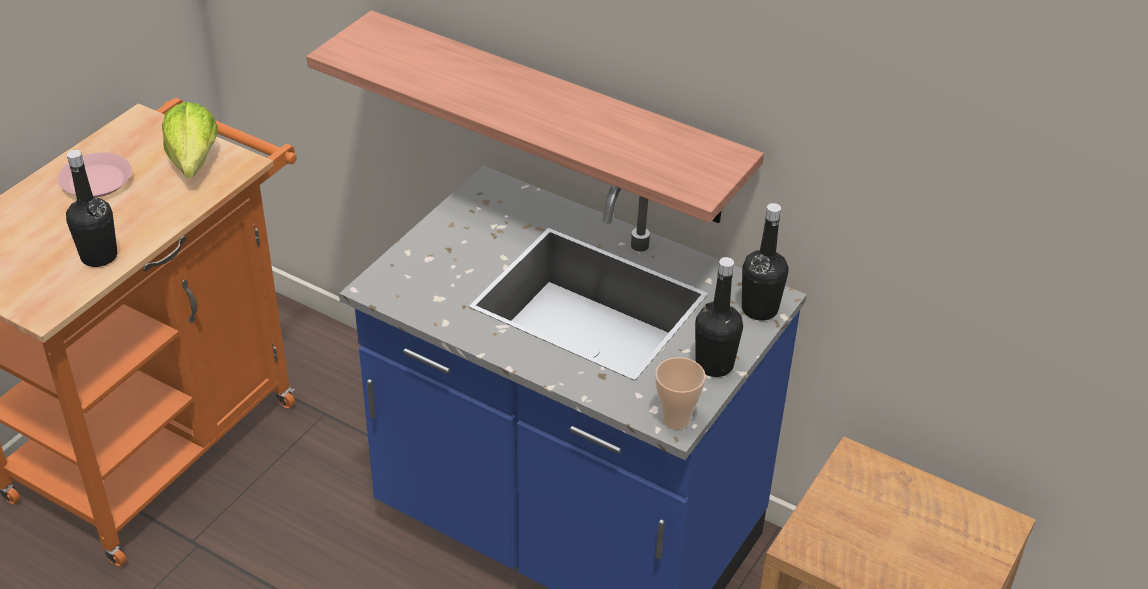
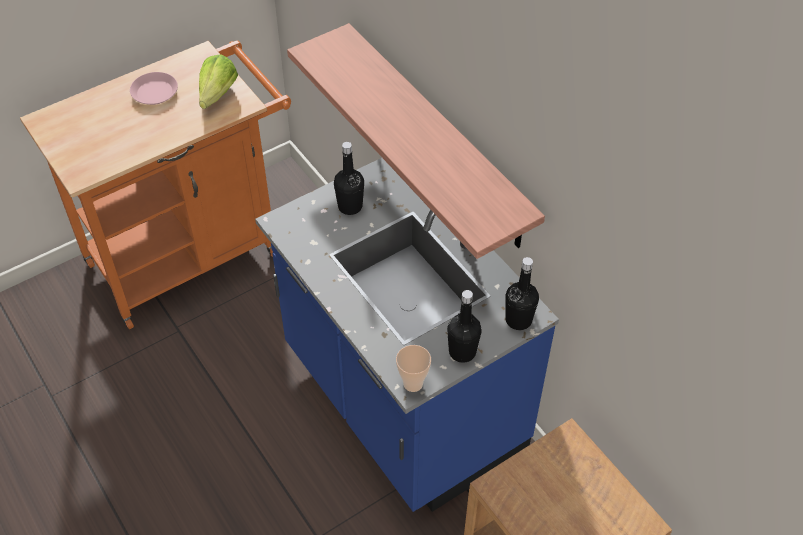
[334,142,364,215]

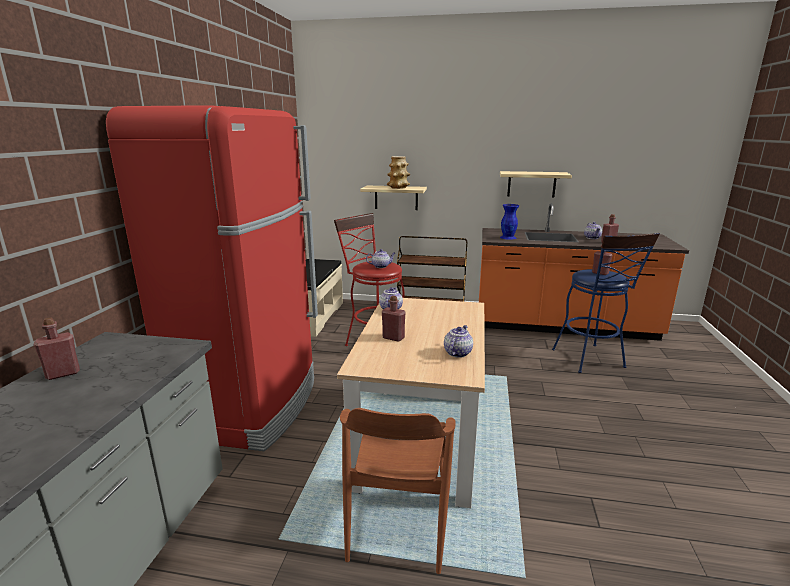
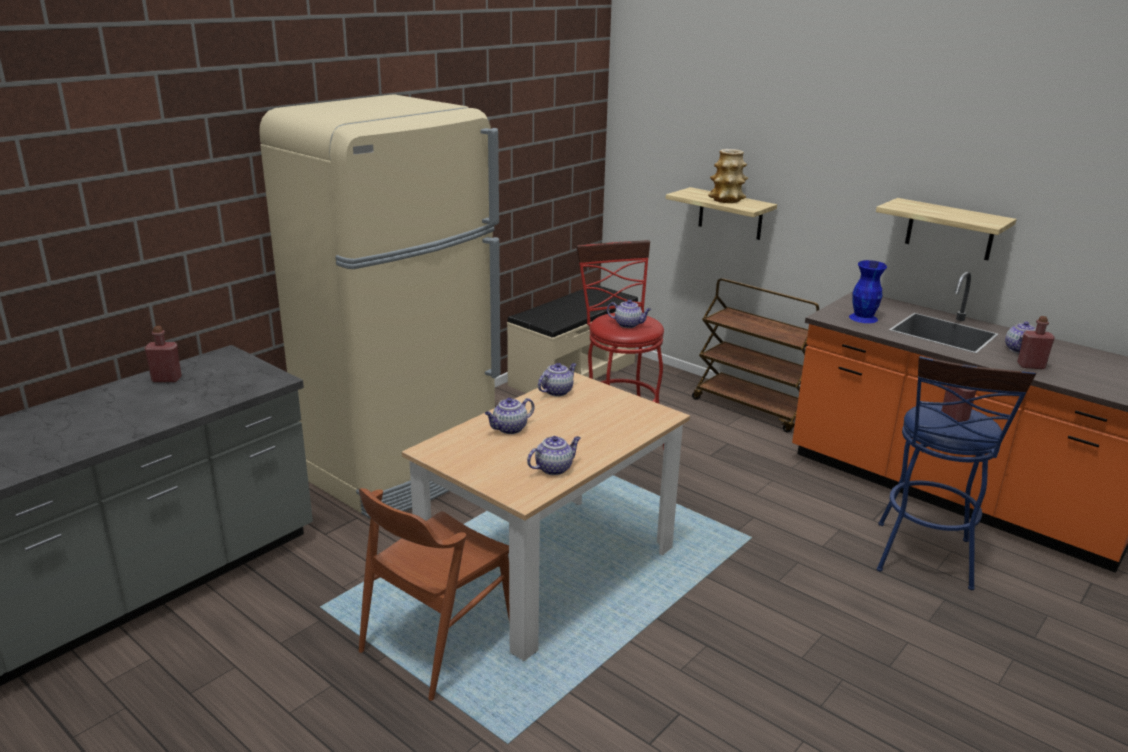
[259,94,501,519]
[485,398,534,434]

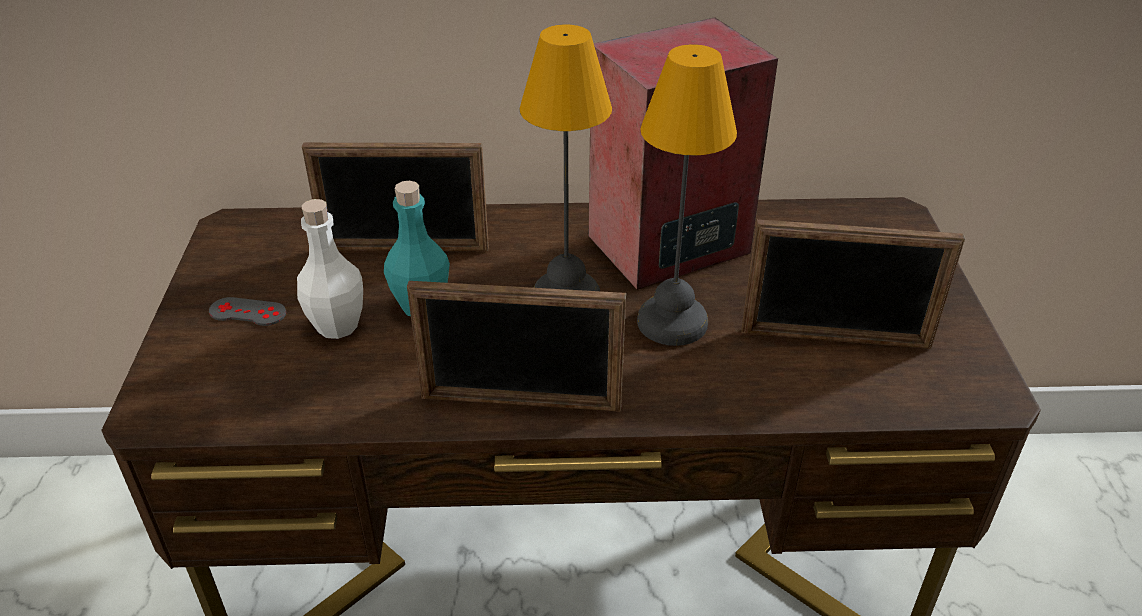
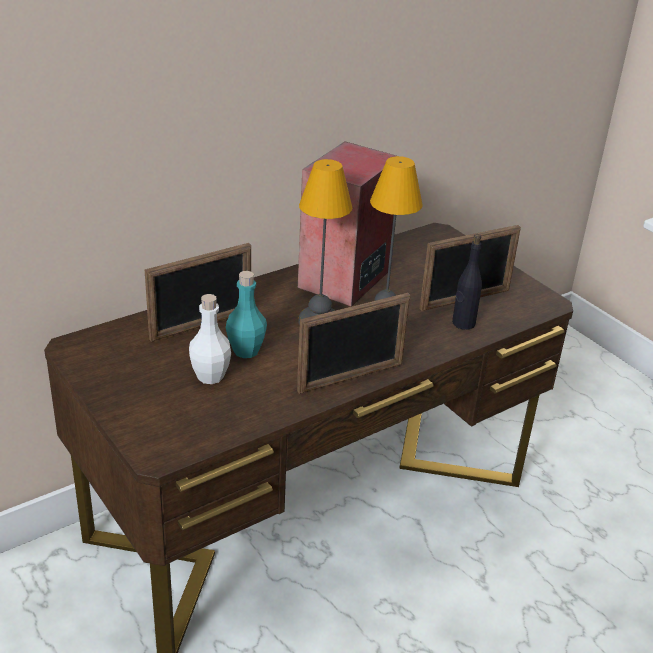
[452,234,482,330]
[209,297,286,326] (first image)

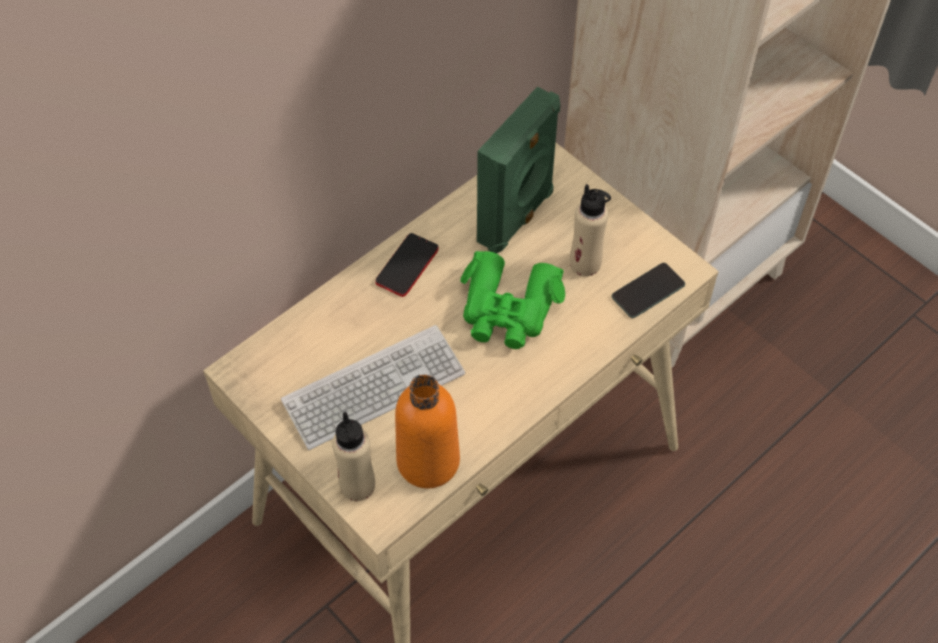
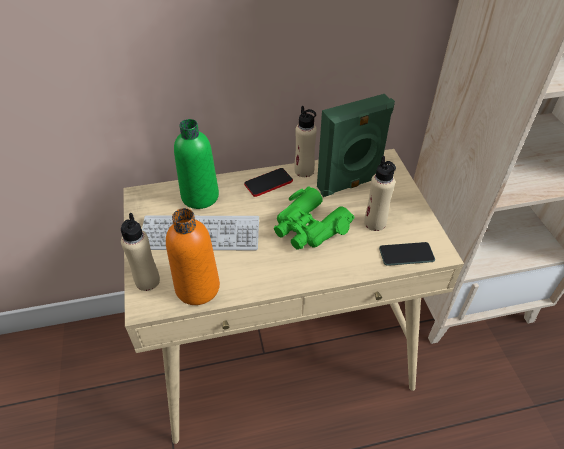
[174,119,219,209]
[294,106,317,177]

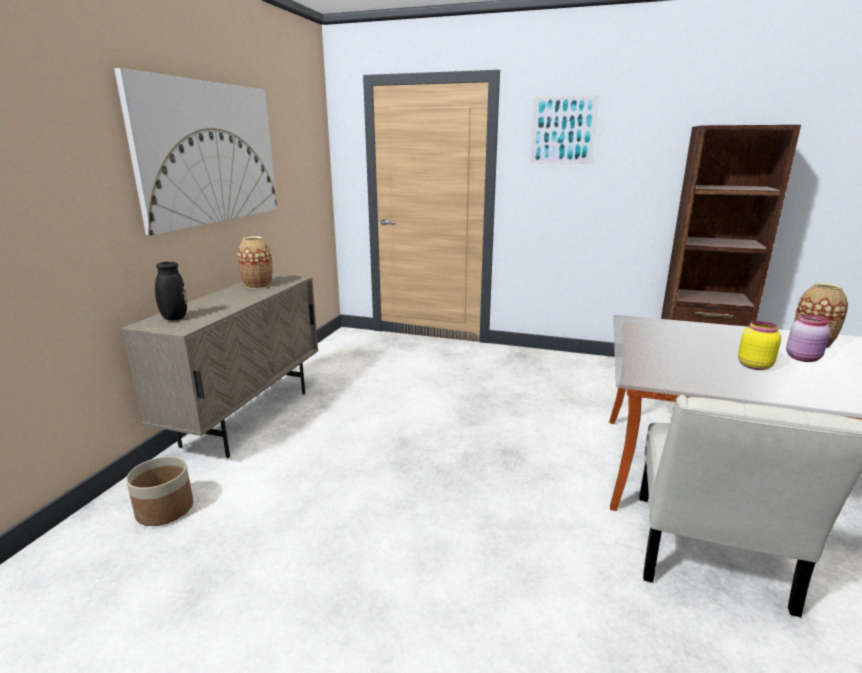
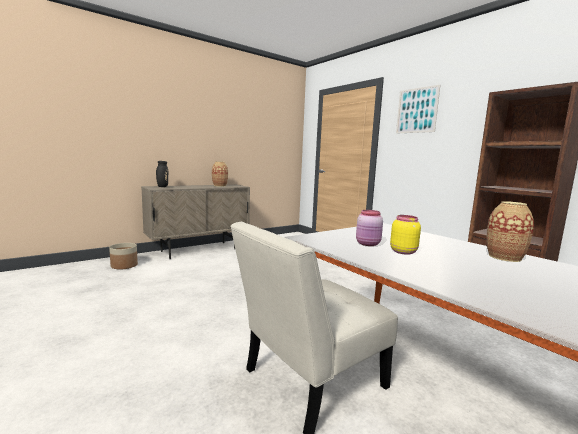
[356,210,383,246]
[114,68,277,235] (first image)

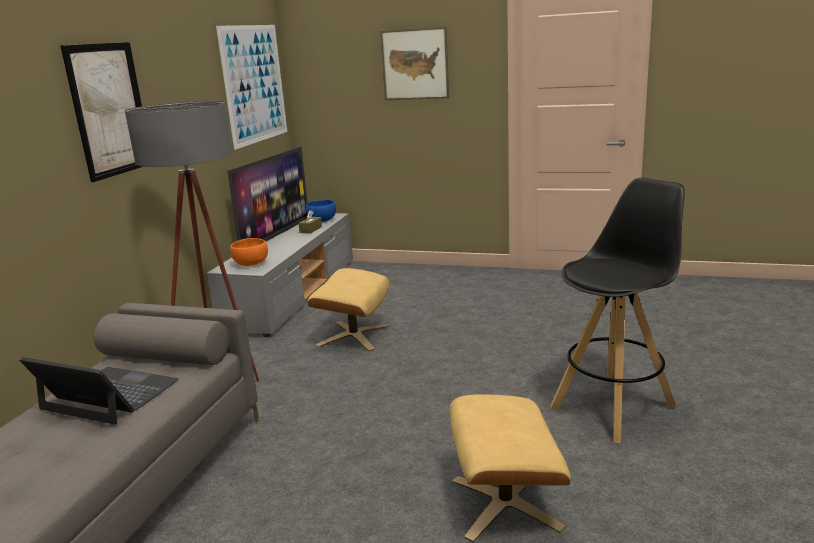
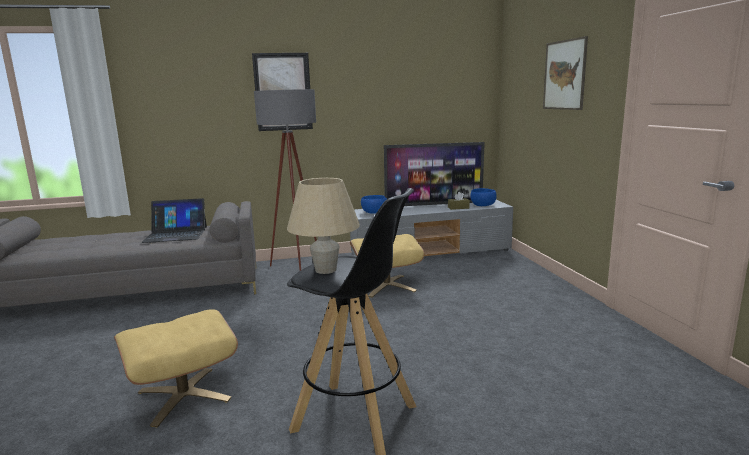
[141,198,207,243]
[287,178,360,274]
[361,195,387,214]
[216,25,287,150] (first image)

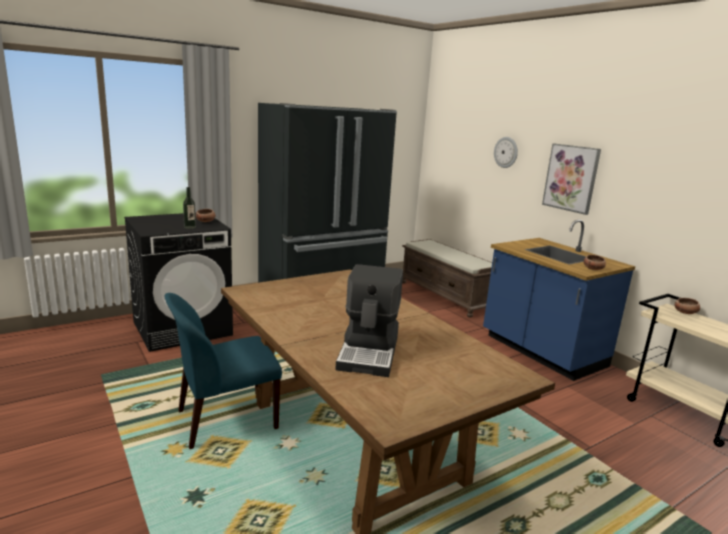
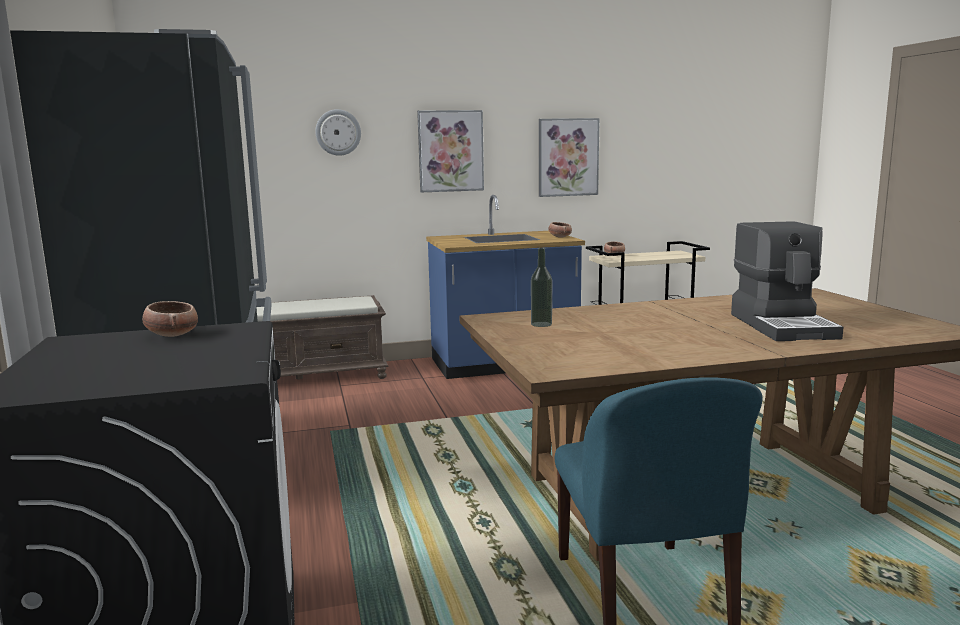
[531,248,552,327]
[539,118,600,197]
[731,221,844,341]

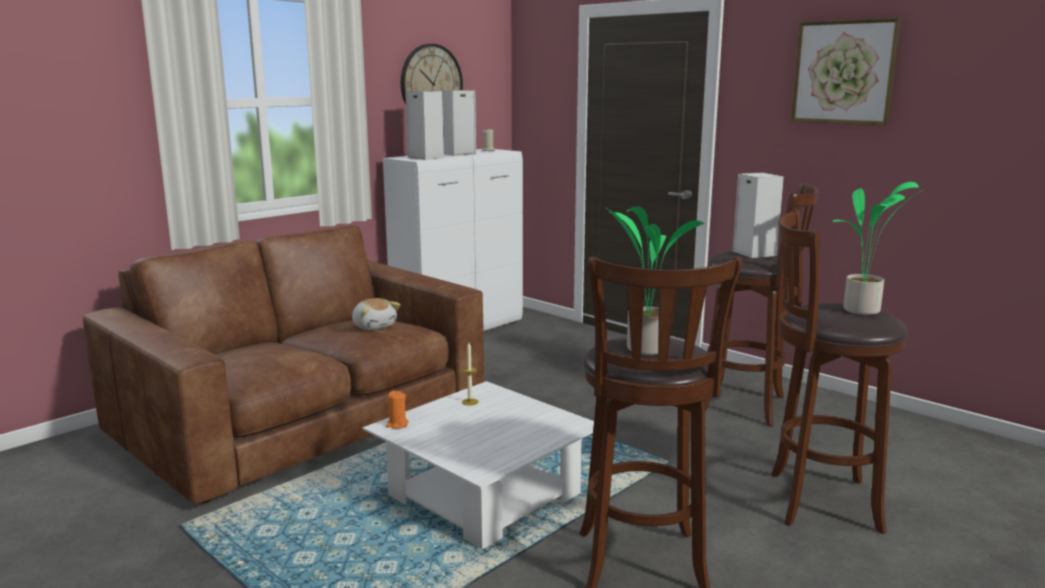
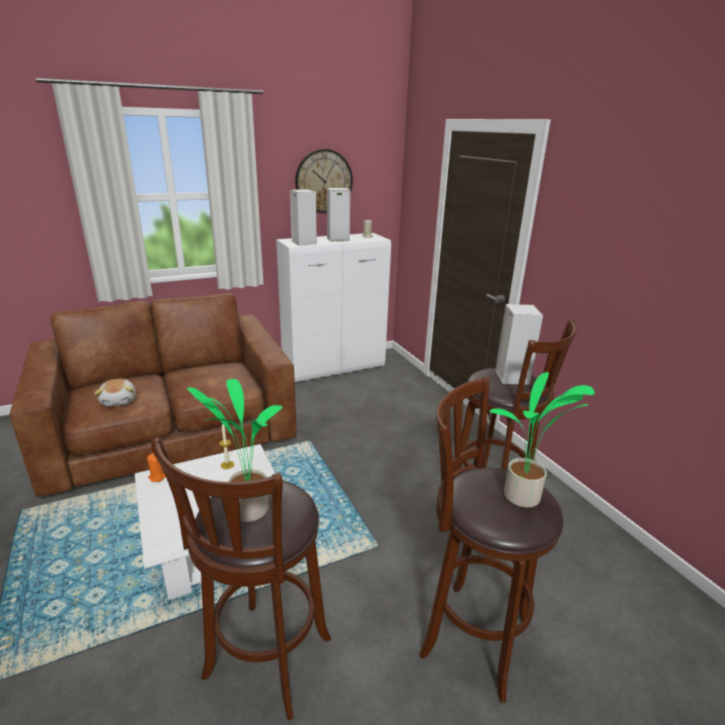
[94,379,136,407]
[791,18,901,125] (first image)

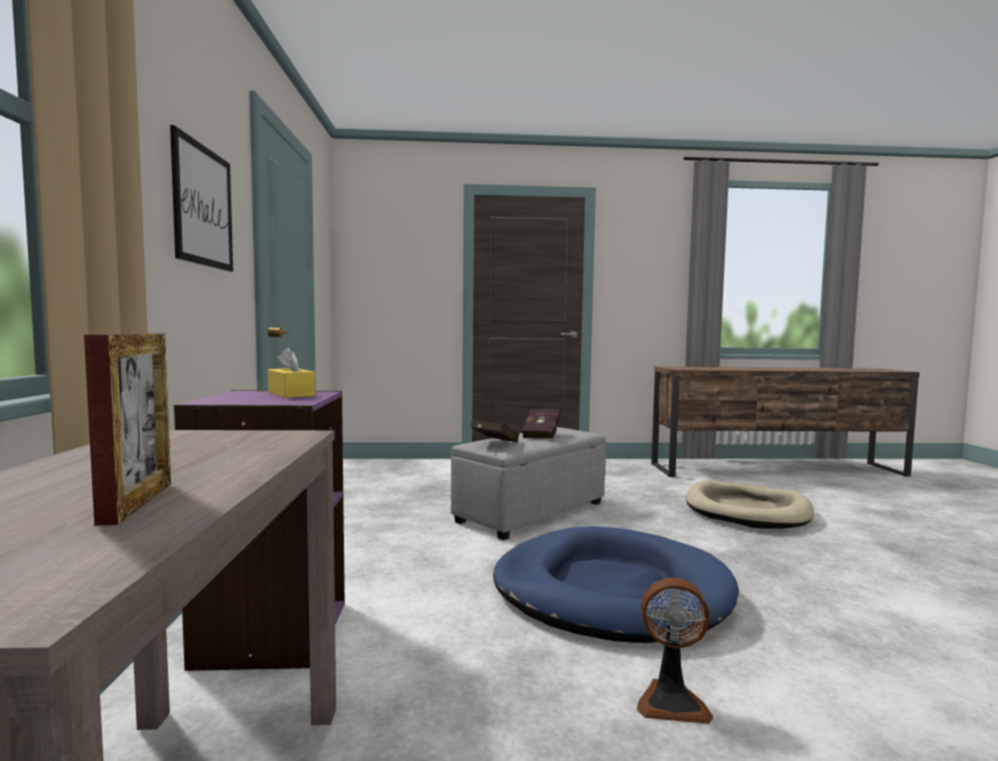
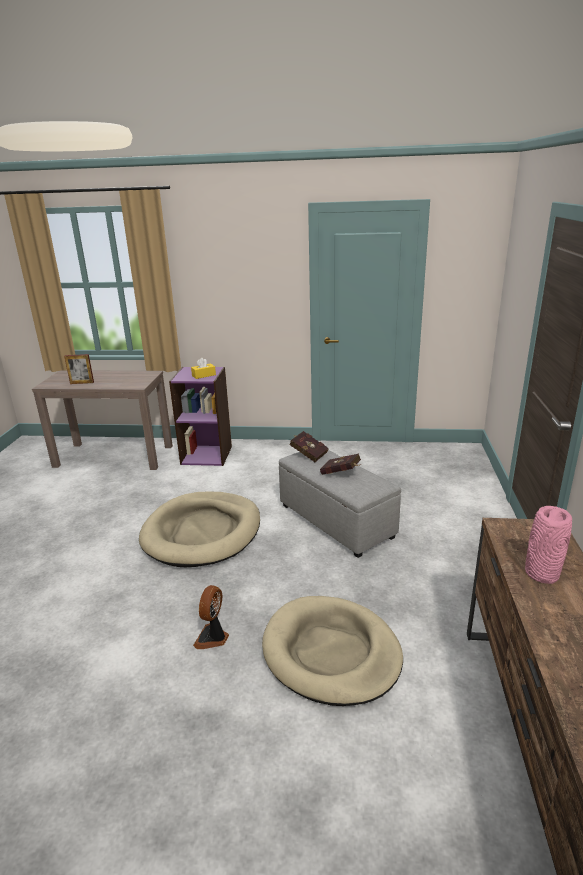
[139,491,260,567]
[193,585,229,649]
[525,506,572,584]
[170,125,233,272] (first image)

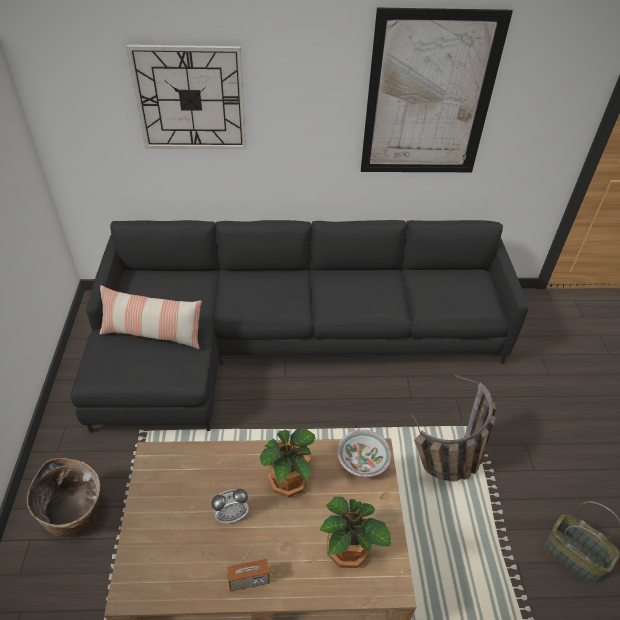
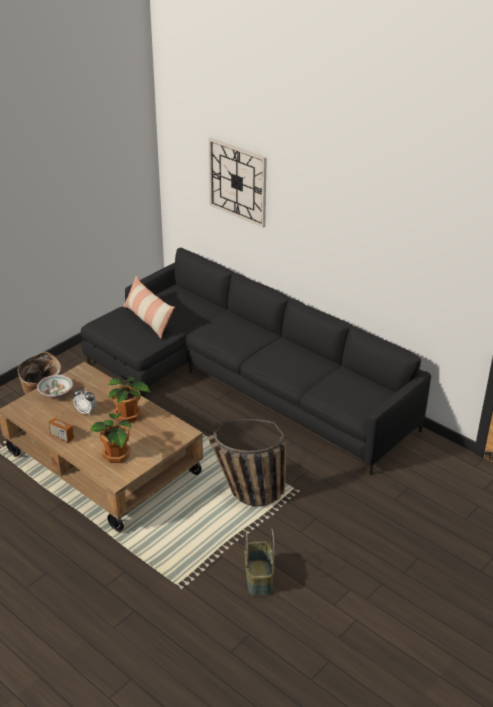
[37,375,73,398]
[361,8,513,172] (first image)

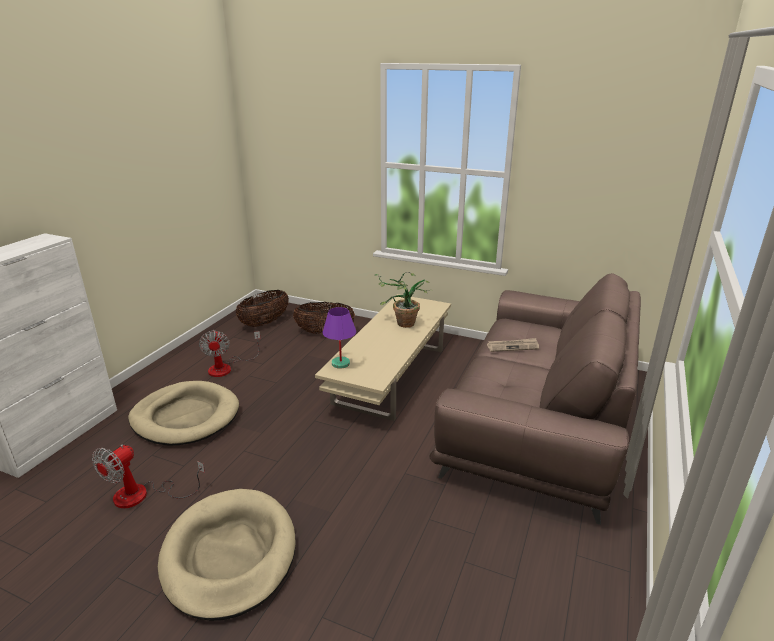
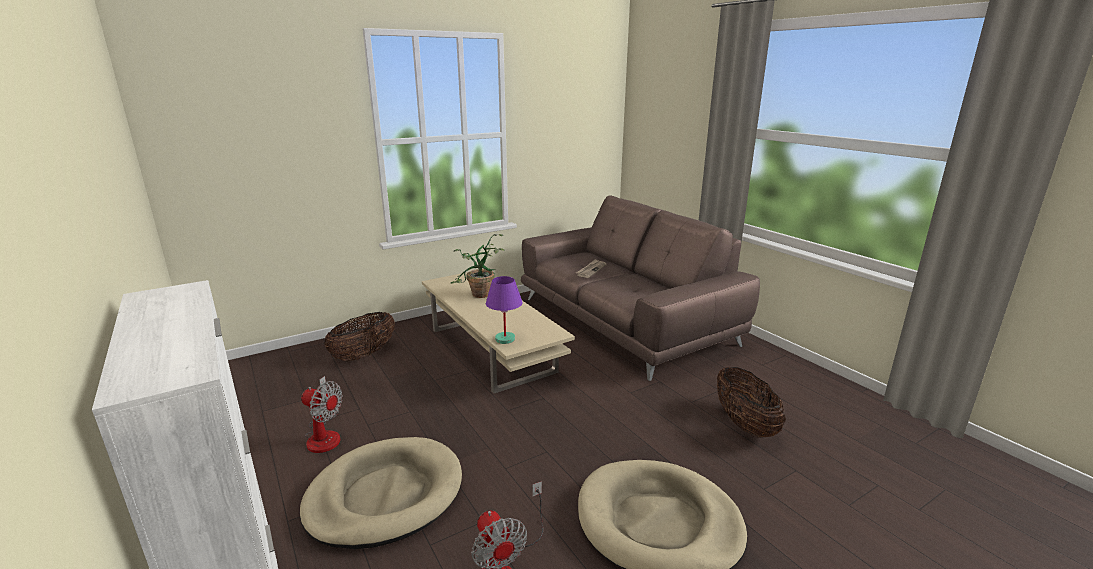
[717,367,786,438]

